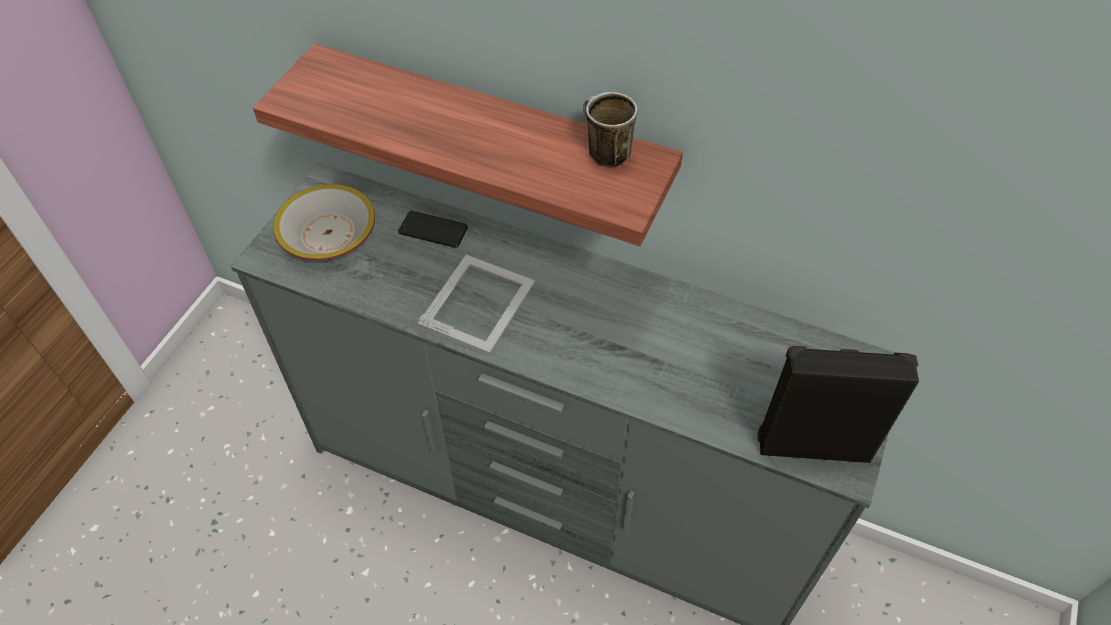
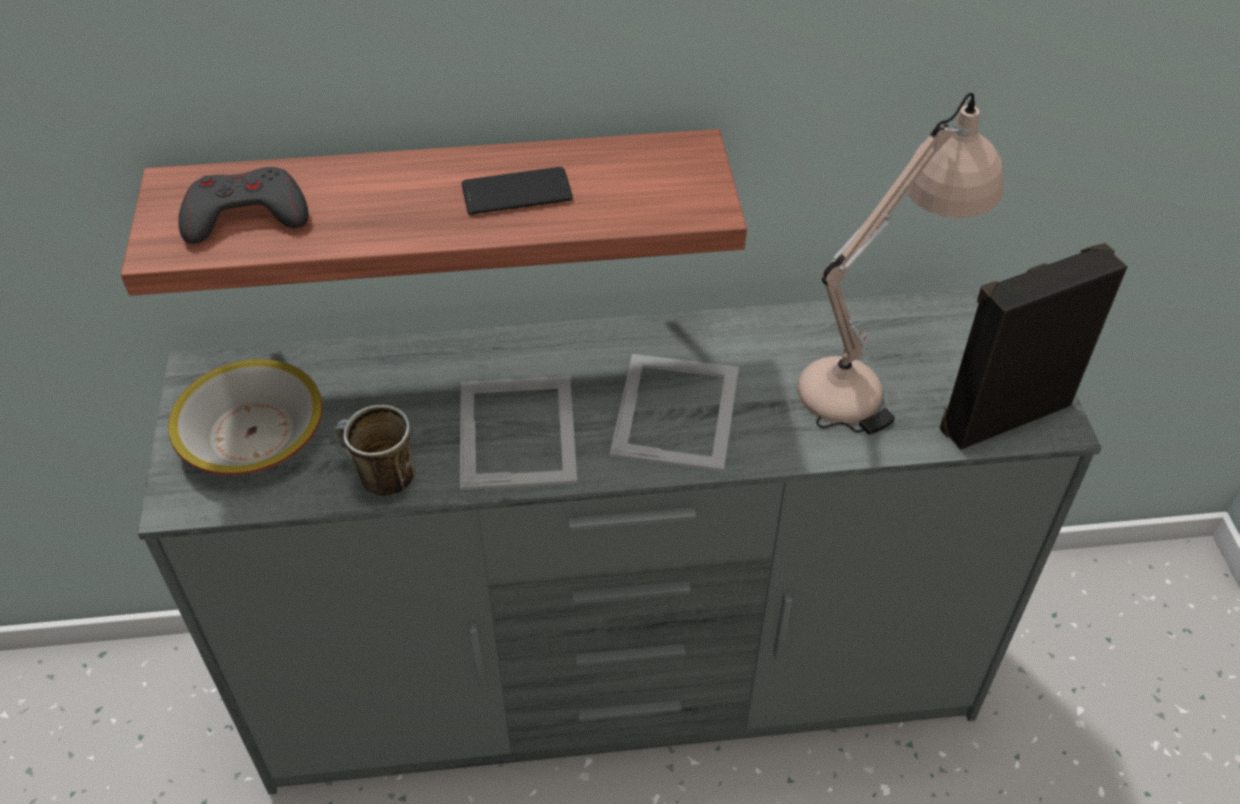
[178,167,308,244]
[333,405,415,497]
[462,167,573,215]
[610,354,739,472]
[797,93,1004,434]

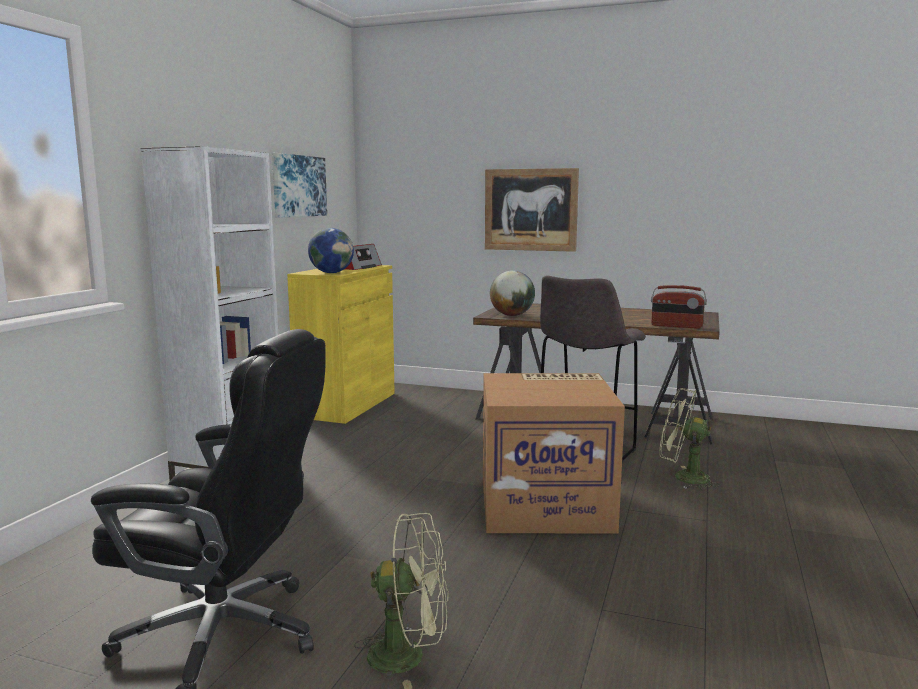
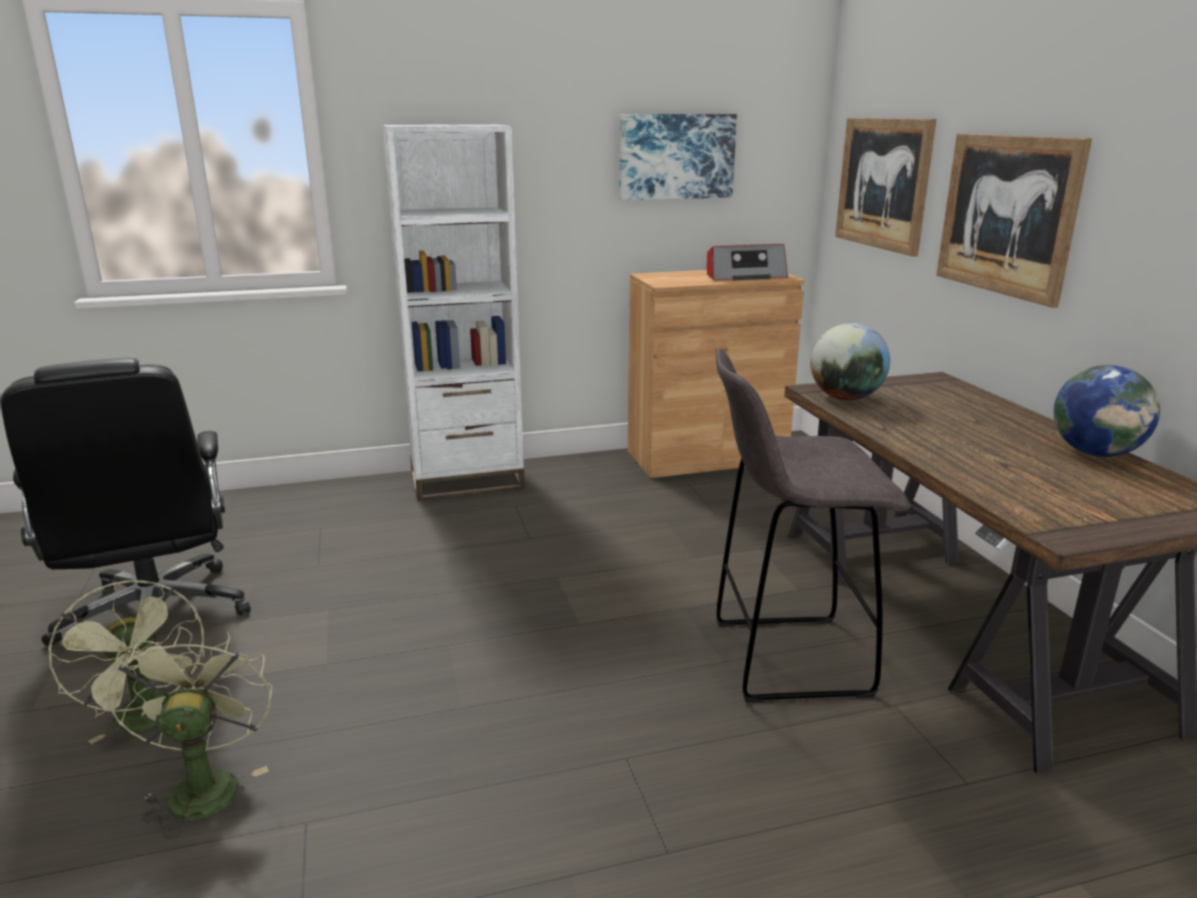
[107,626,272,838]
[628,270,805,478]
[835,118,936,257]
[1054,365,1160,457]
[483,373,625,534] (first image)
[651,285,707,329] (first image)

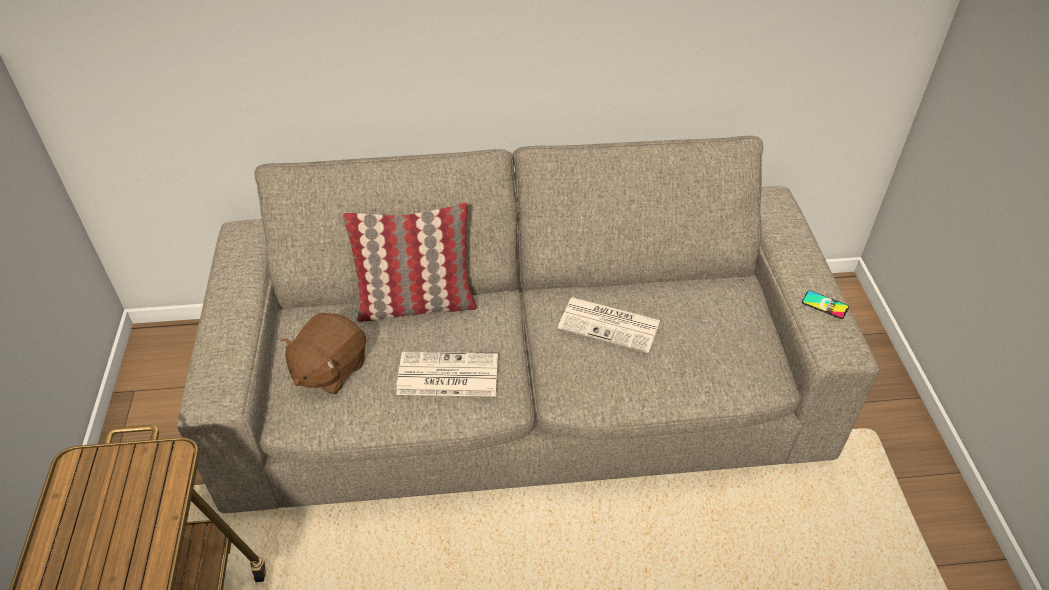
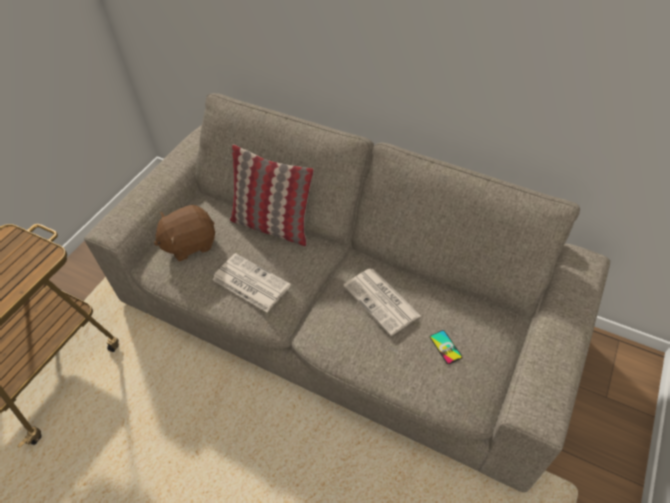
[430,330,462,364]

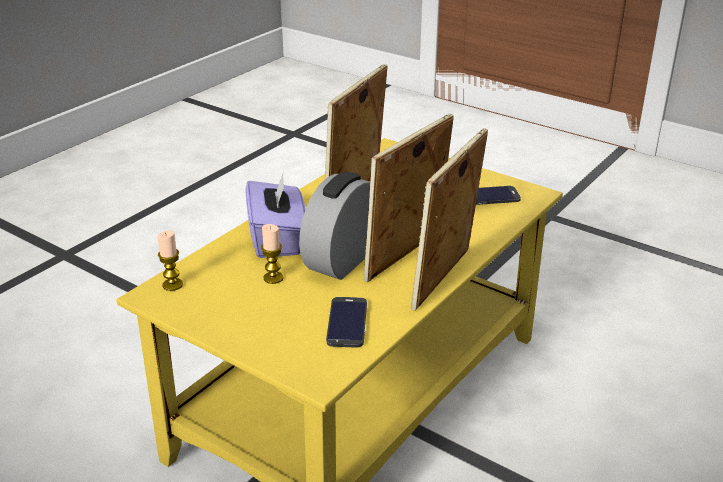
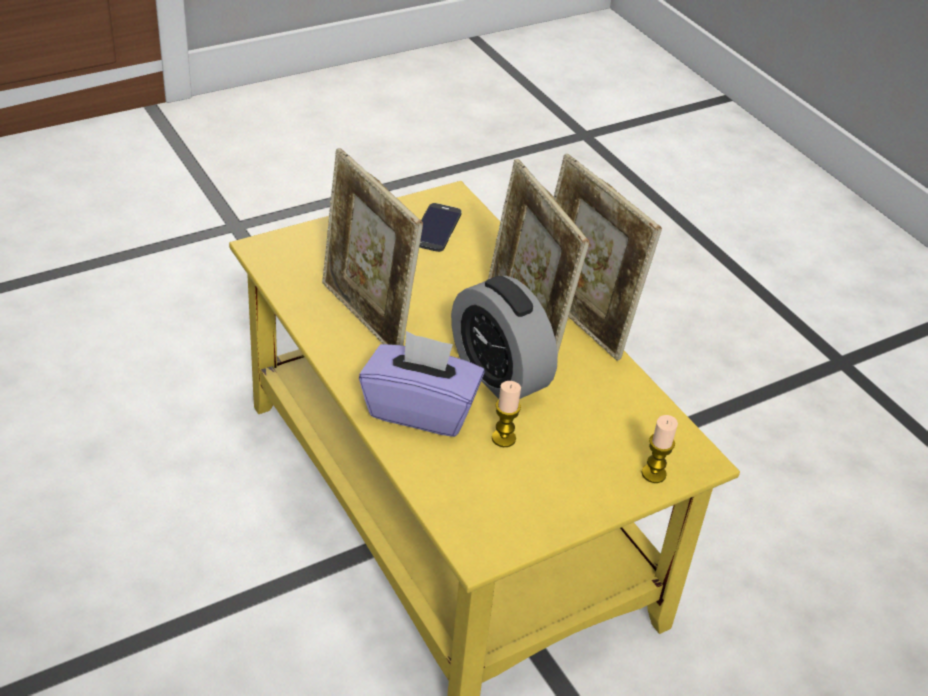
[641,415,678,483]
[326,297,367,347] (first image)

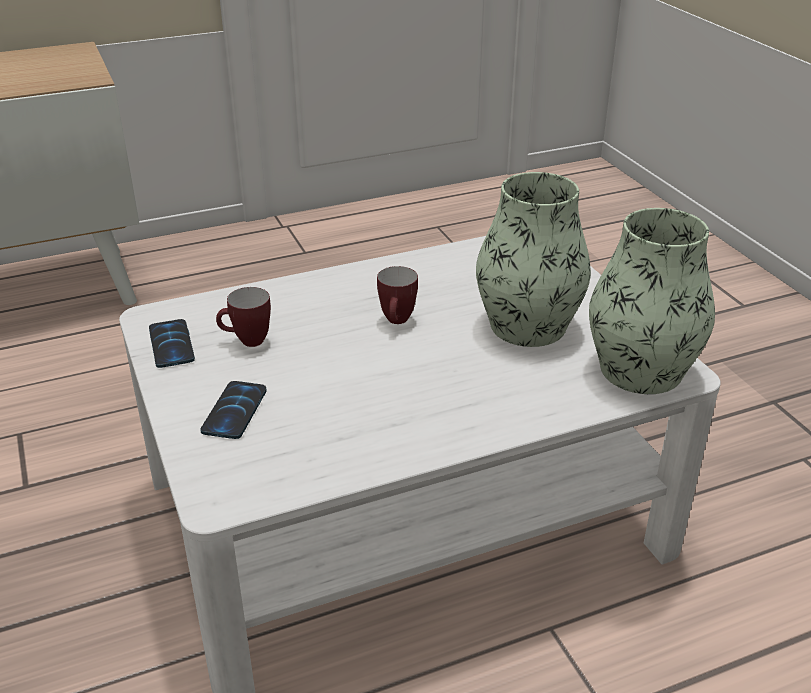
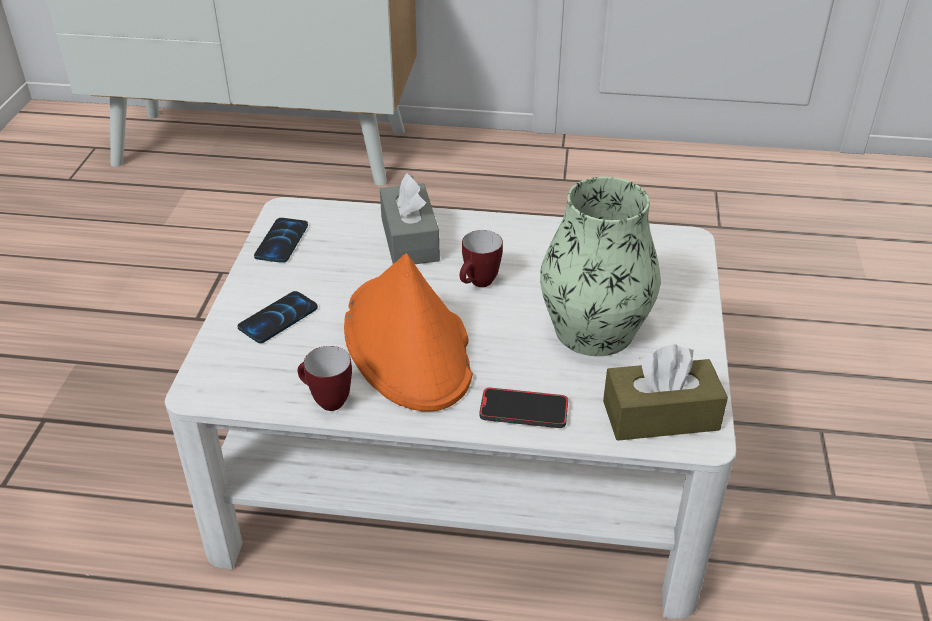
[298,346,352,411]
[344,253,473,412]
[380,173,440,264]
[479,388,568,428]
[603,344,728,441]

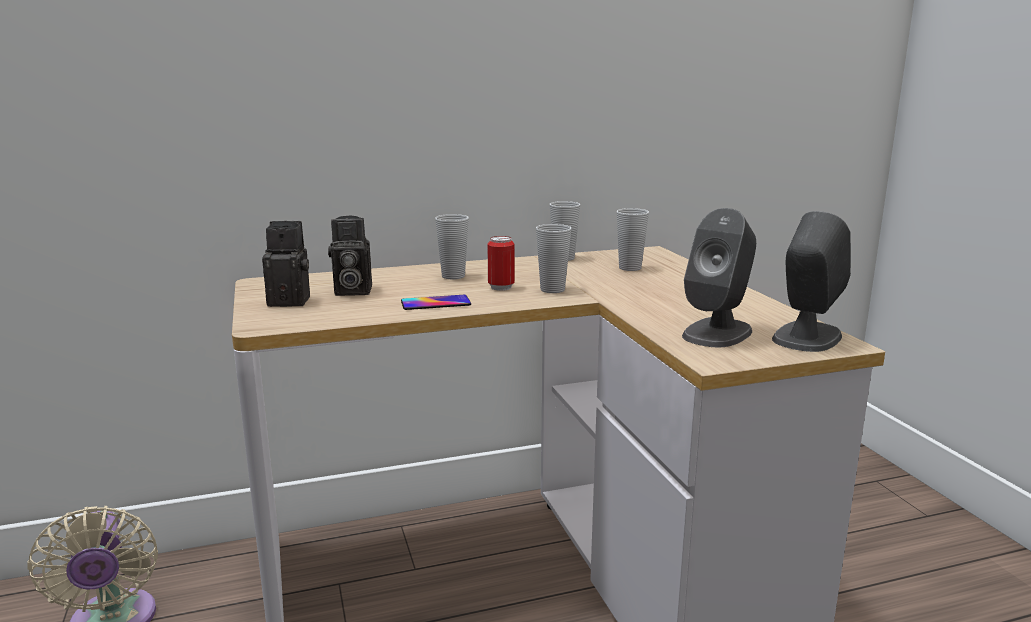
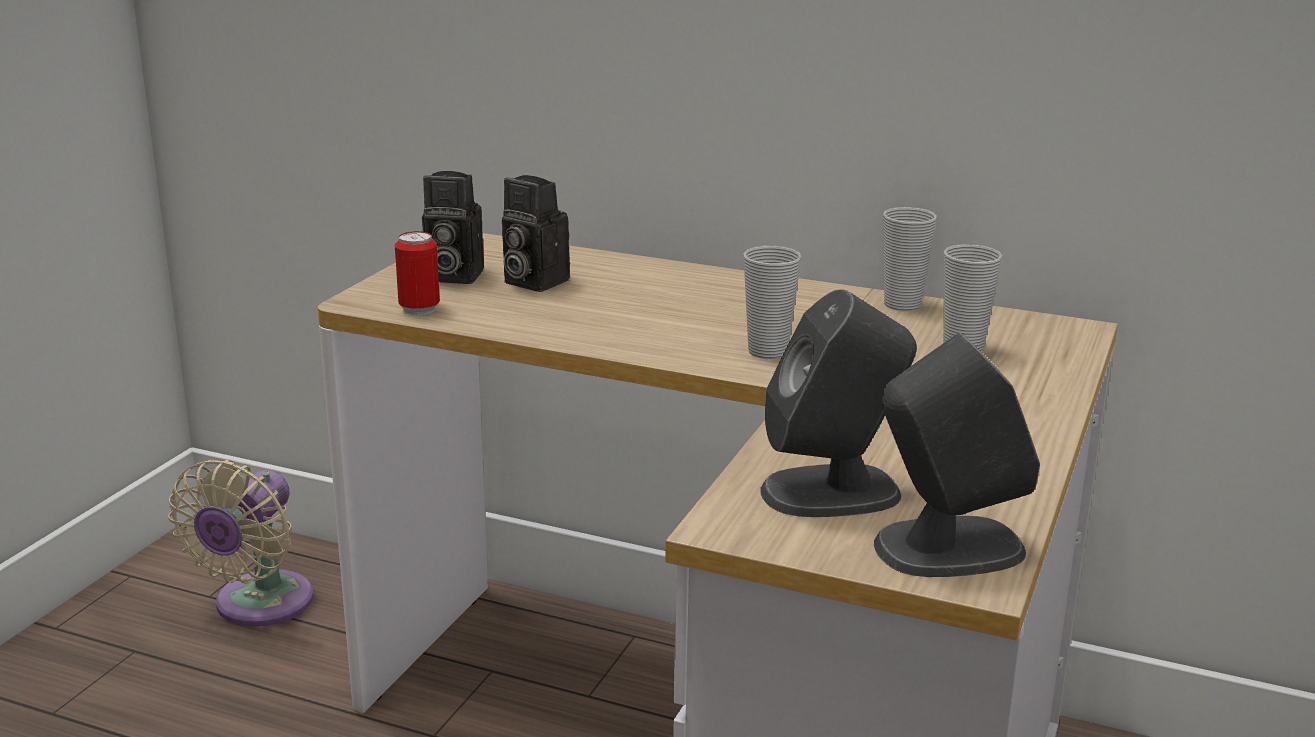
[395,231,440,316]
[422,171,484,284]
[401,295,471,310] (first image)
[435,214,469,280] (first image)

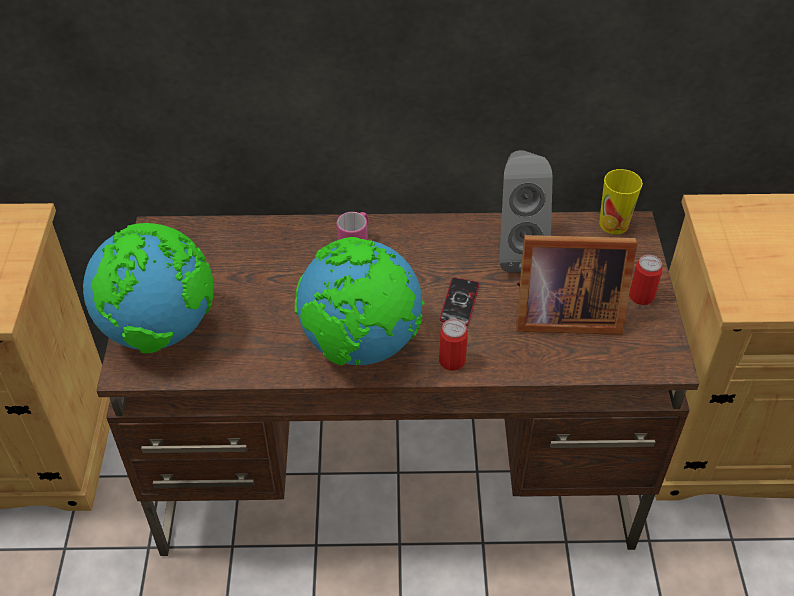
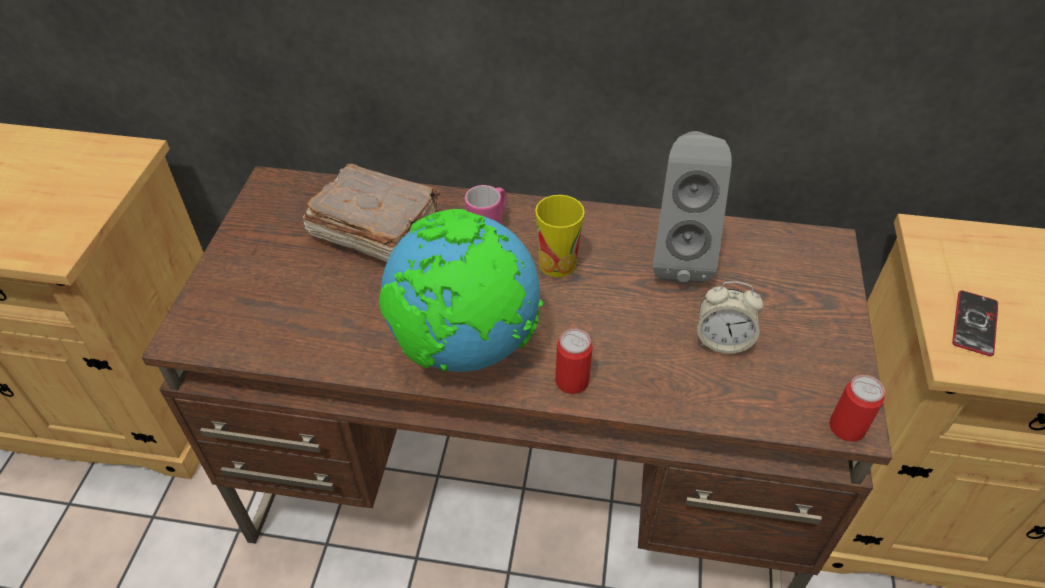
[303,163,440,262]
[535,195,585,277]
[697,281,764,354]
[829,375,885,442]
[952,291,998,356]
[83,223,213,353] (first image)

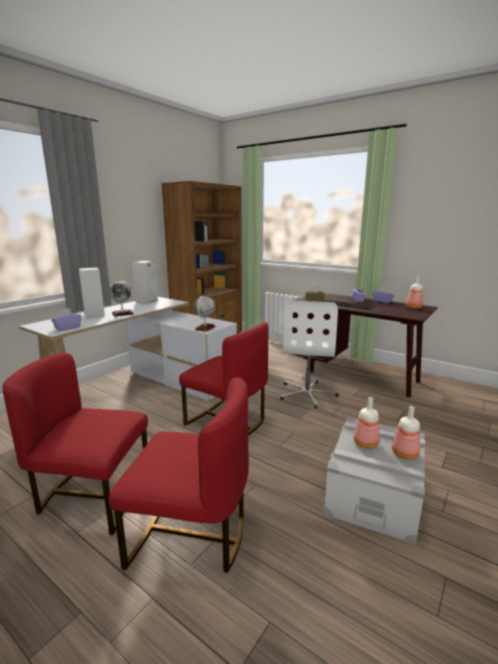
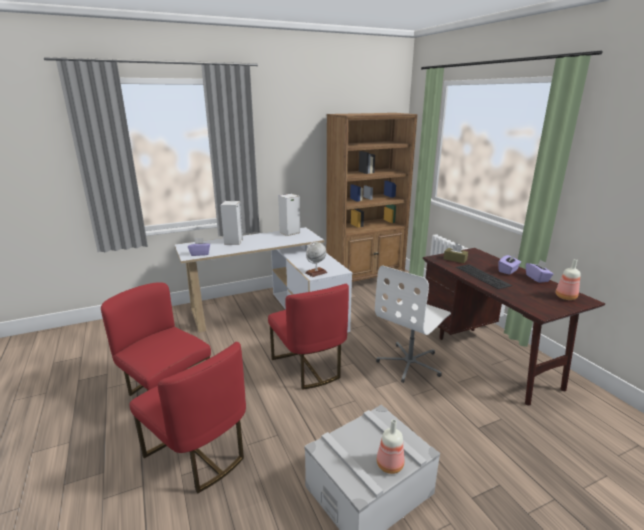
[110,280,134,317] (first image)
[353,397,380,449] (first image)

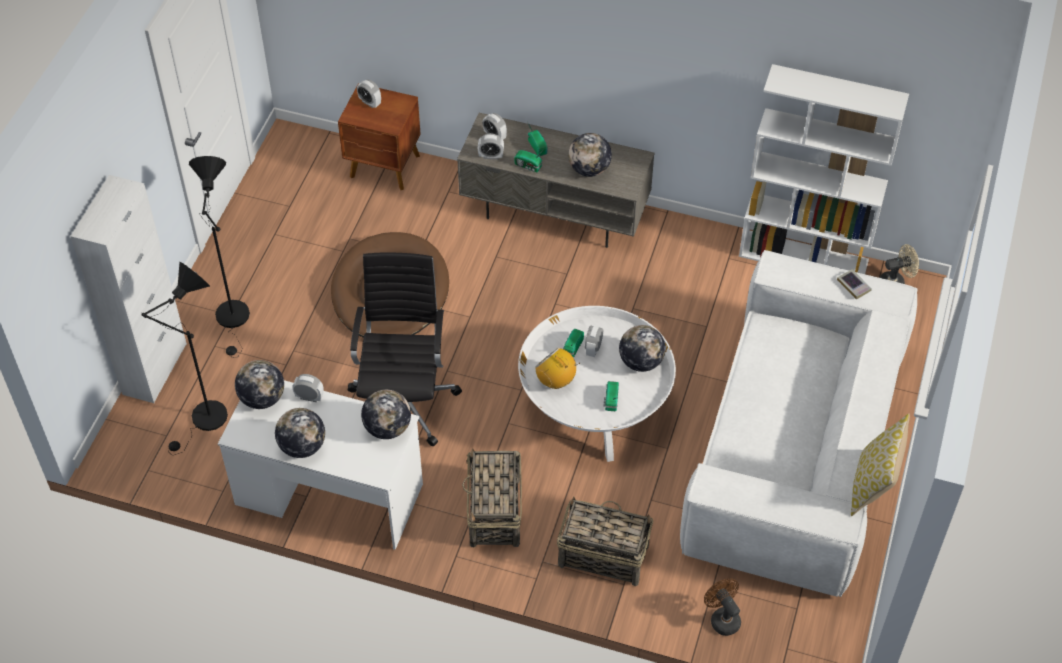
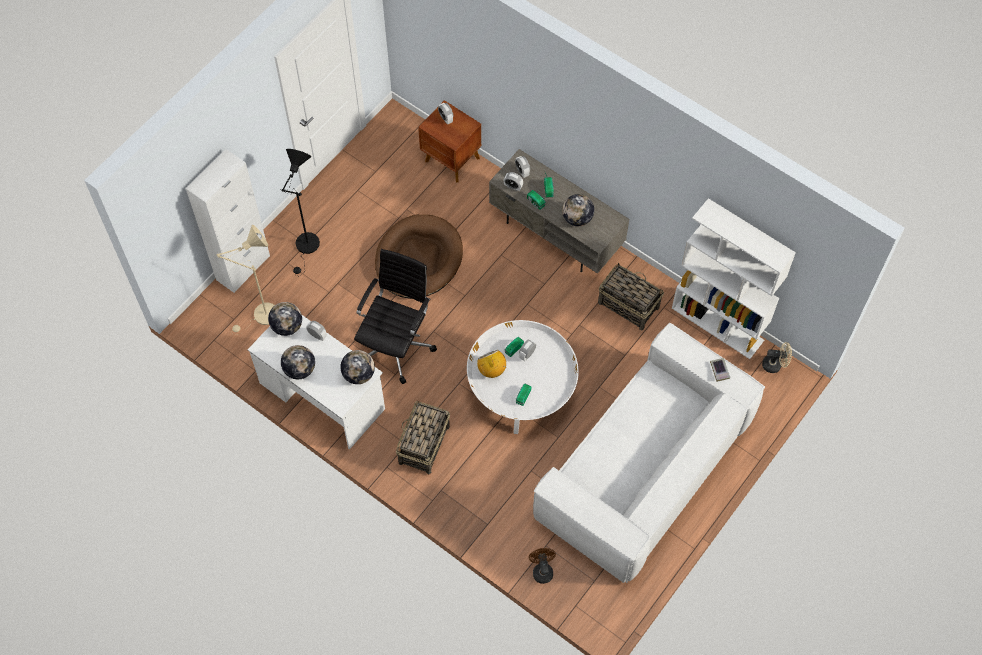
[217,224,275,335]
[598,263,664,331]
[619,325,666,372] (first image)
[850,414,910,516] (first image)

